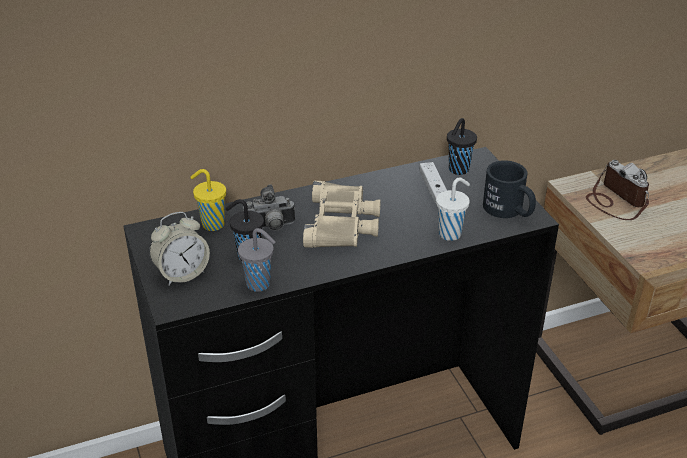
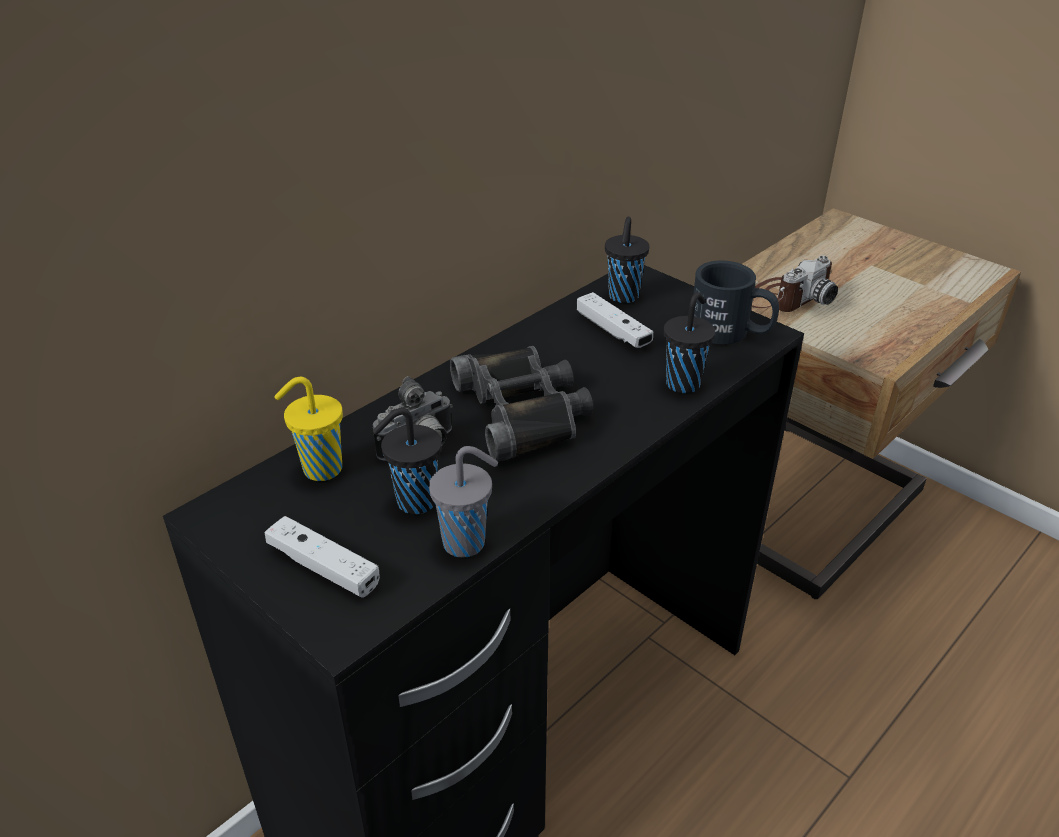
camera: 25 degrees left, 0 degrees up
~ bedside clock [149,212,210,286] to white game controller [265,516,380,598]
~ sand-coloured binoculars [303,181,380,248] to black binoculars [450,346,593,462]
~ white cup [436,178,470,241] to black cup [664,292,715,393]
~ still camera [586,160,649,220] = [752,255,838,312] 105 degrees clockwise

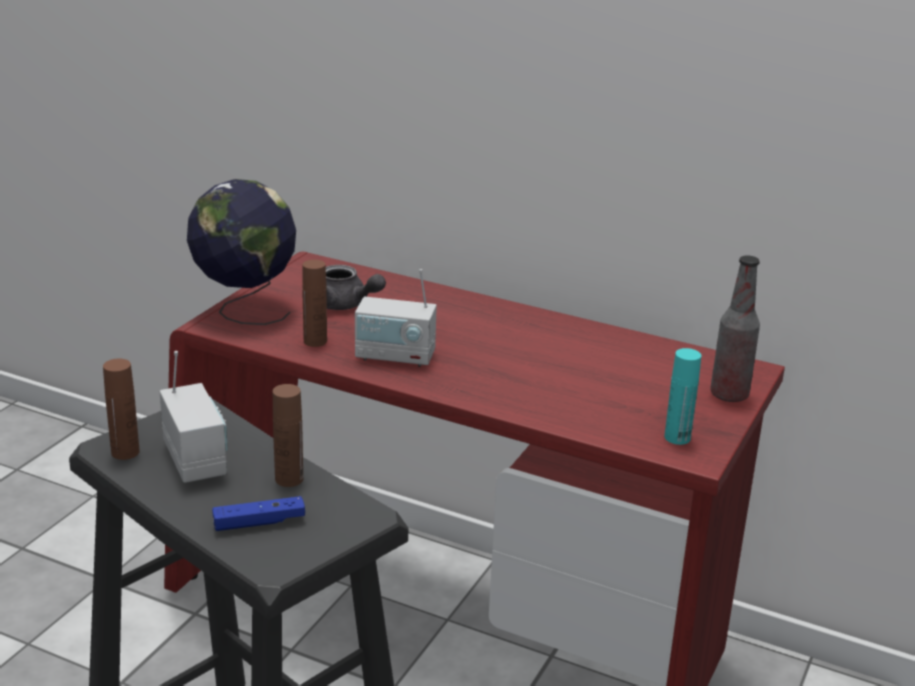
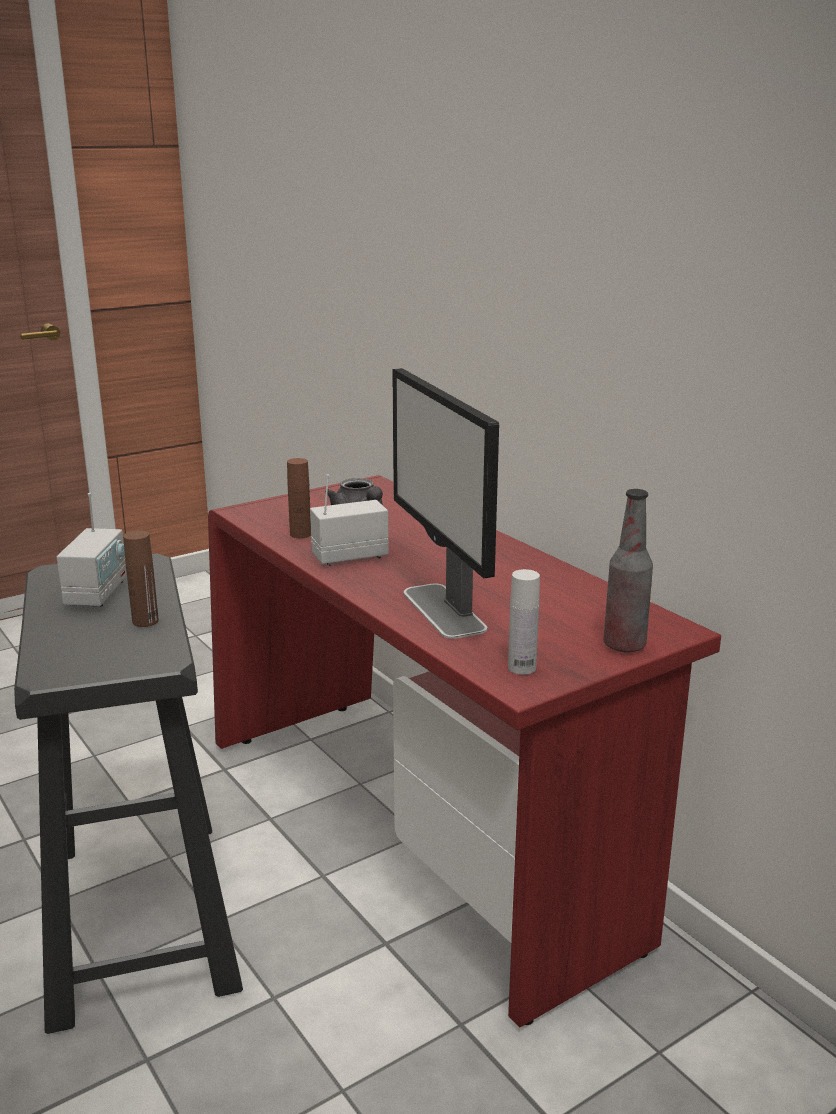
camera: 30 degrees right, 5 degrees down
~ radio set [355,269,437,367] = [310,474,389,566] 120 degrees clockwise
+ computer screen [392,368,499,639]
~ turquoise beverage bottle [664,348,701,445] to white beverage bottle [508,569,540,675]
- brown-coloured beverage bottle [103,359,140,460]
- world globe [187,179,296,325]
- blue game controller [212,496,305,531]

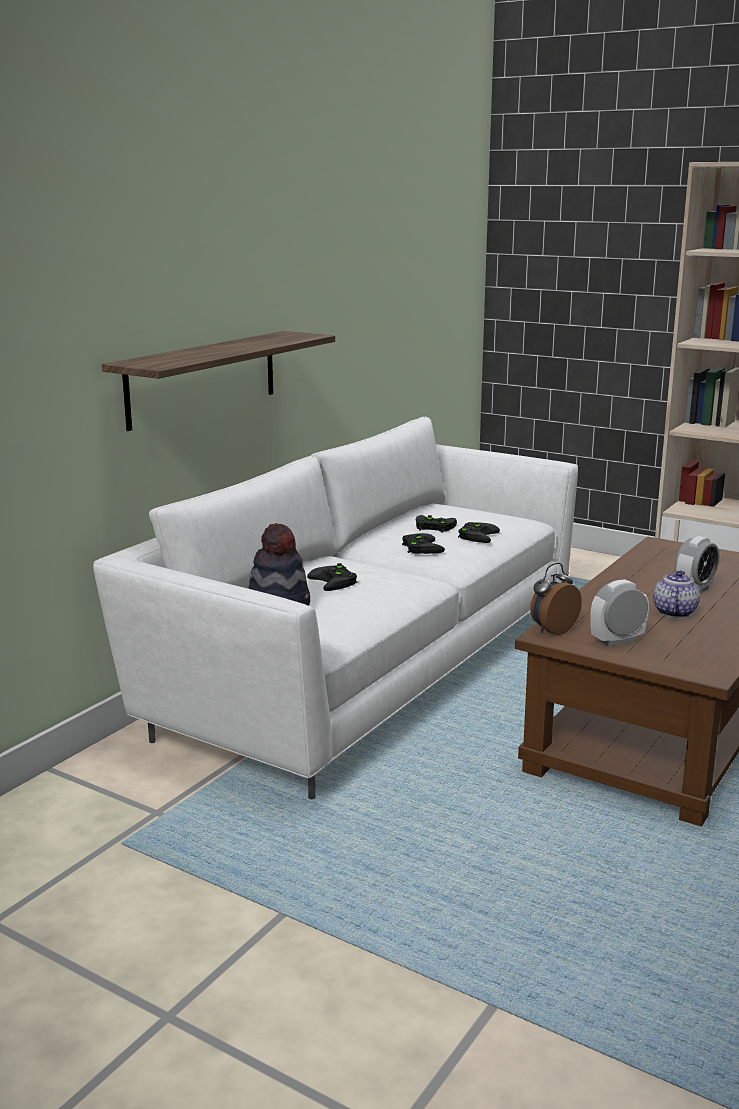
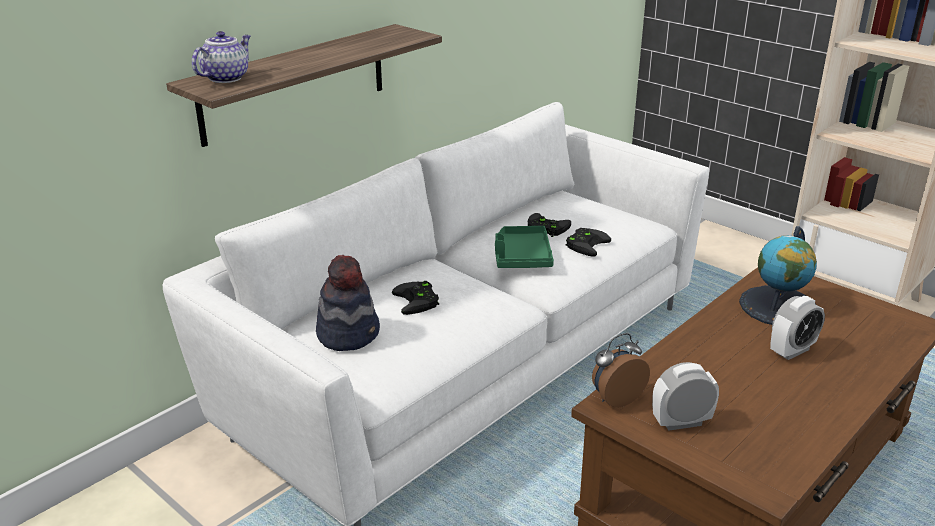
camera: 10 degrees right, 10 degrees up
~ pot for tea [653,571,700,618] to [192,31,251,83]
~ black game controller [402,533,445,554] to greenish serving tray [495,226,554,268]
+ world globe [739,226,817,325]

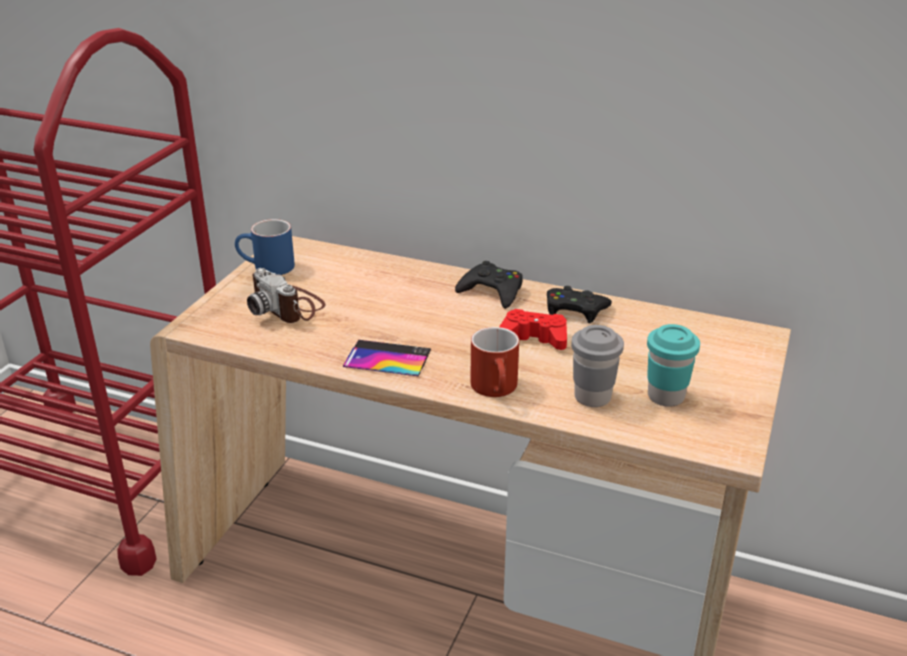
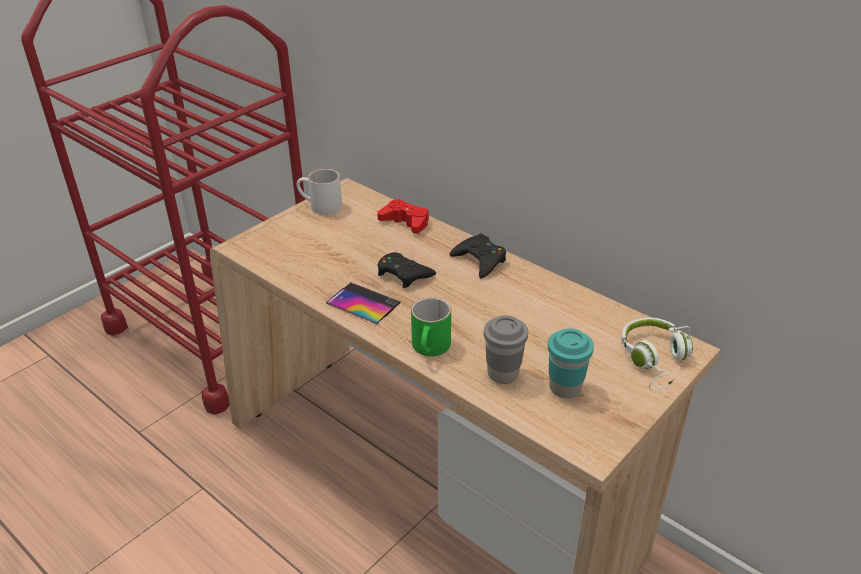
camera: 20 degrees right, 5 degrees up
~ blue mug [235,219,295,275] to white mug [296,169,342,215]
~ red-coloured game controller [499,309,567,350] to [377,199,429,234]
~ black game controller [547,286,612,323] to [377,252,436,288]
~ red-coloured mug [470,327,519,397] to greenish mug [411,297,451,356]
+ white headset [621,318,693,390]
- still camera [247,268,325,323]

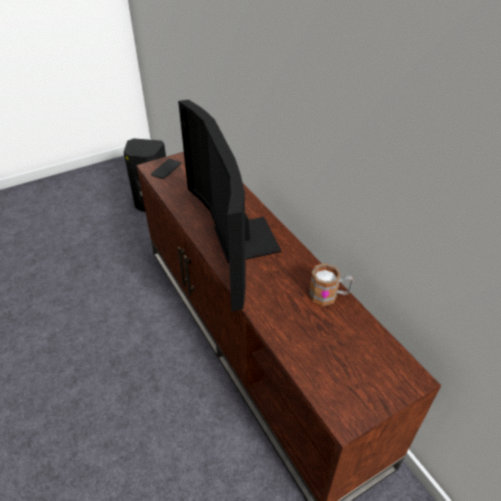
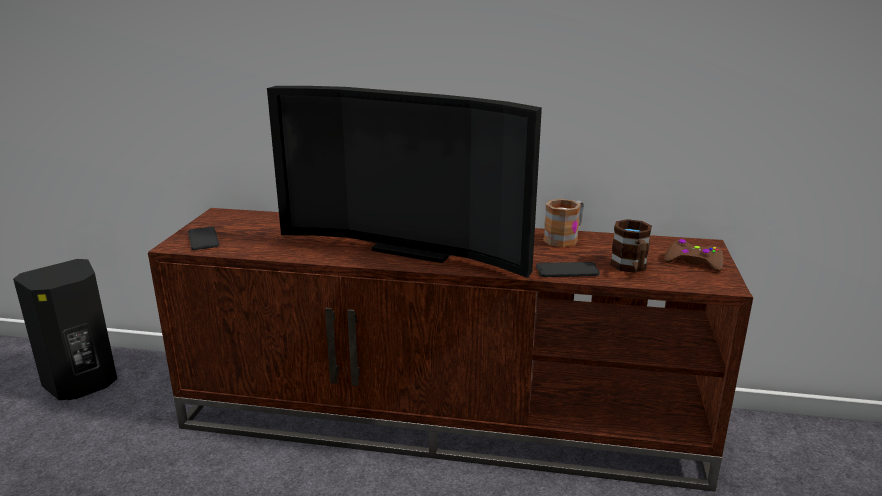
camera: 50 degrees left, 20 degrees down
+ handset [536,262,600,277]
+ brown-coloured mug [610,219,652,273]
+ brown-coloured game controller [665,239,723,272]

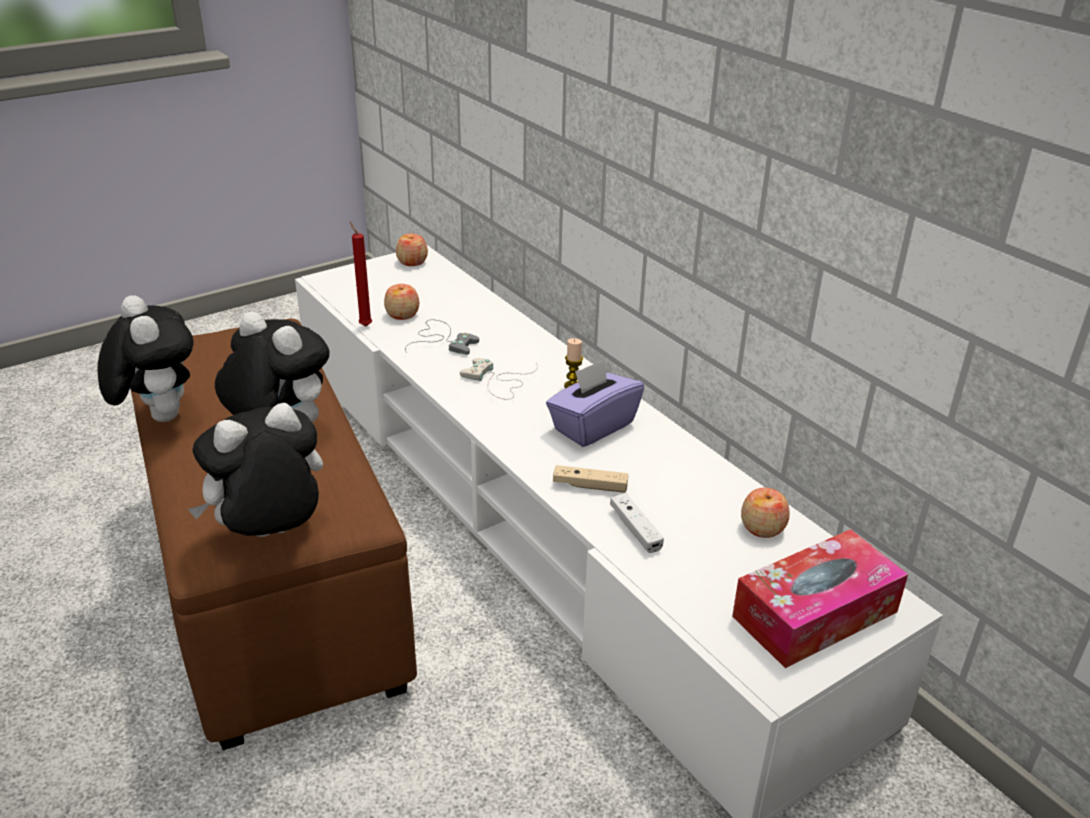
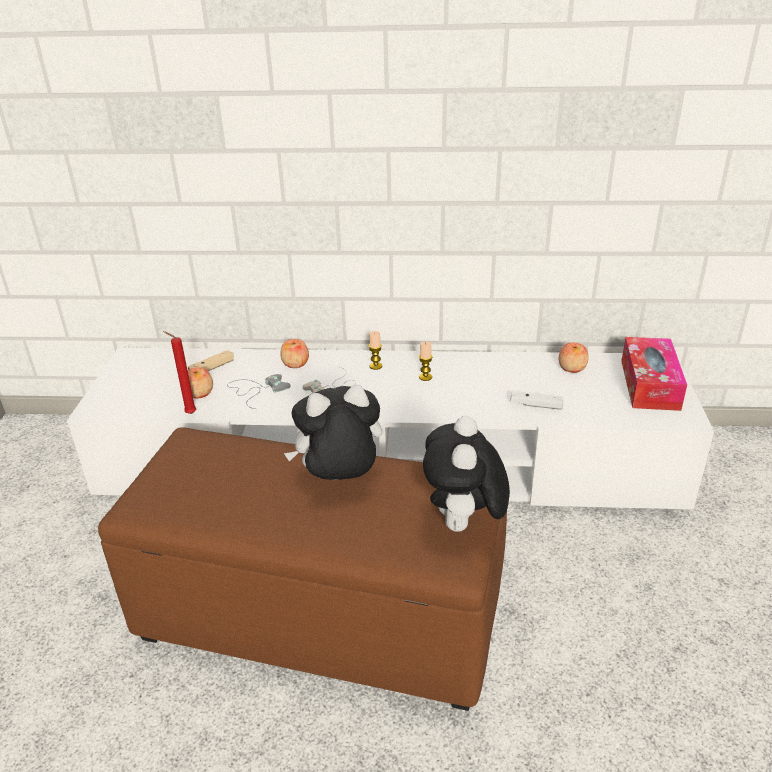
camera: 50 degrees left, 0 degrees up
~ sand-coloured game controller [553,465,629,493] to [188,350,234,371]
~ apple [396,233,428,266] to [280,339,309,368]
~ purple tissue holder [546,359,644,447] to candle [419,342,433,381]
- plush toy [97,295,194,422]

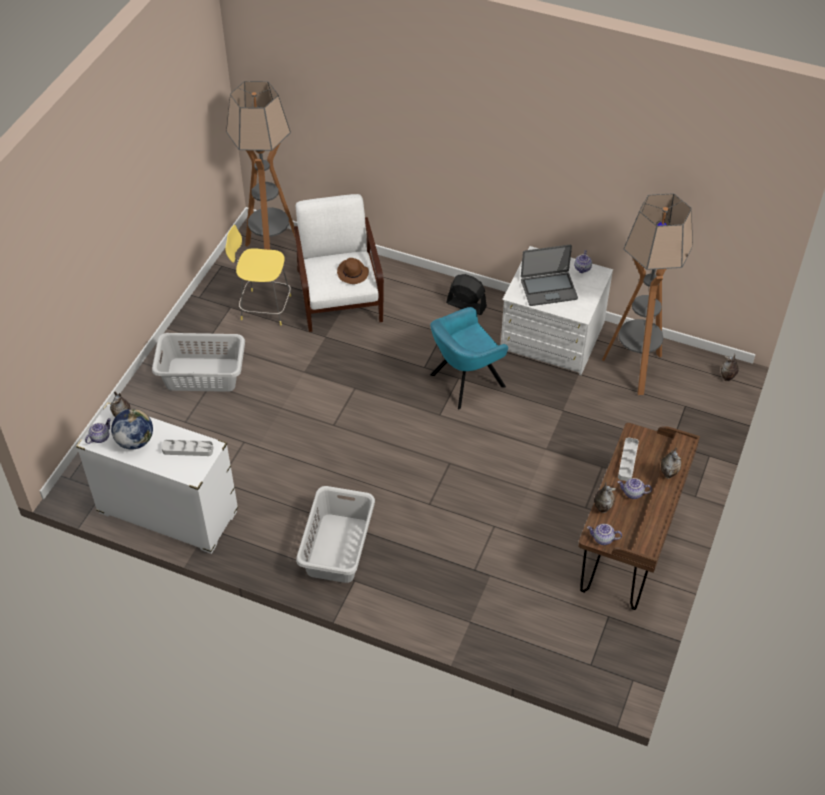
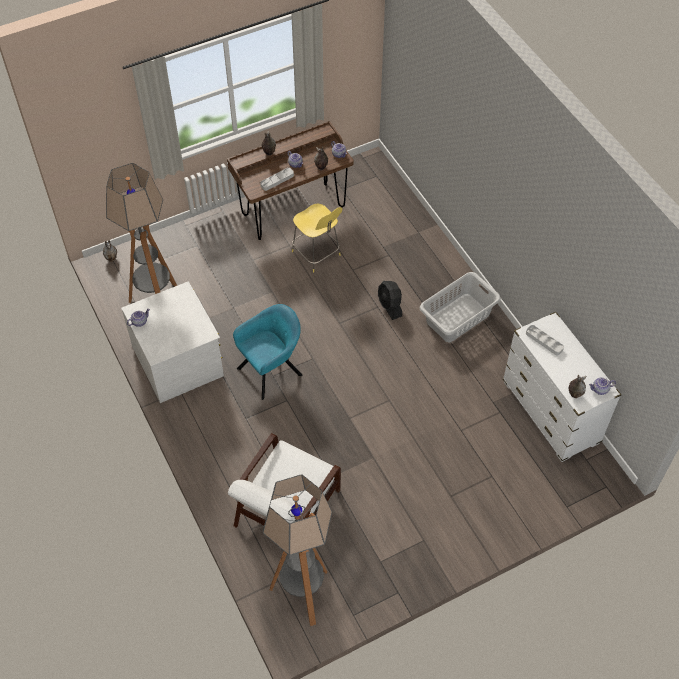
camera: 140 degrees left, 5 degrees up
~ turquoise lounge chair [430,307,508,409] = [233,304,303,400] 45 degrees counterclockwise
~ yellow stool [225,224,291,326] to [292,204,342,273]
~ black electric fan [446,274,487,315] to [378,281,402,320]
- world globe [111,409,153,450]
- grey washing basket [152,333,245,392]
- brown-coloured wearable hat [337,258,369,284]
- laptop [521,245,578,306]

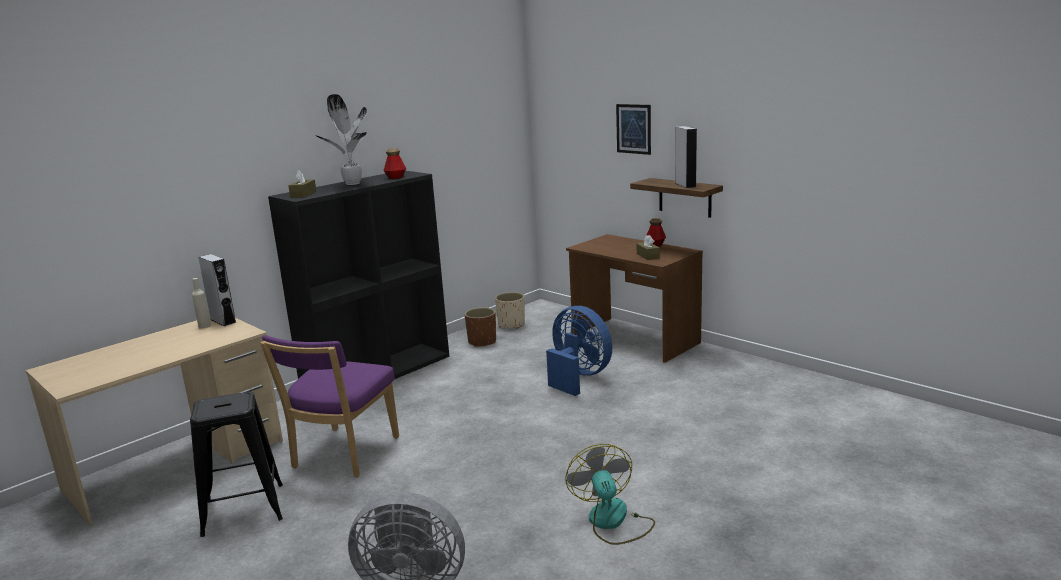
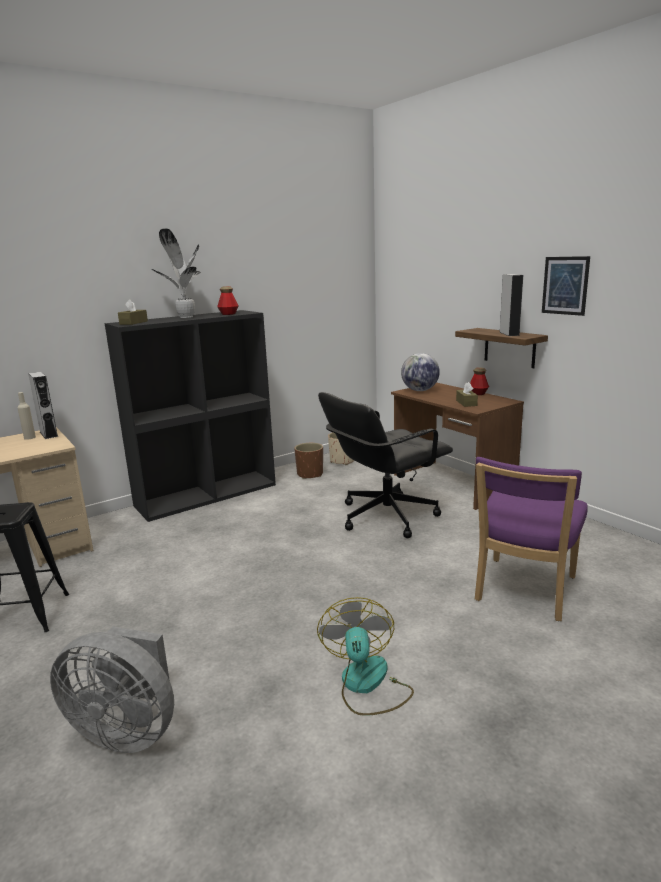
camera: 10 degrees right, 0 degrees up
~ blue electric fan [546,306,612,396] to black office chair [318,392,453,538]
+ world globe [401,353,440,391]
~ purple upright chair [260,335,399,477] to [475,457,588,621]
~ wall picture [616,104,651,155] to [542,256,590,316]

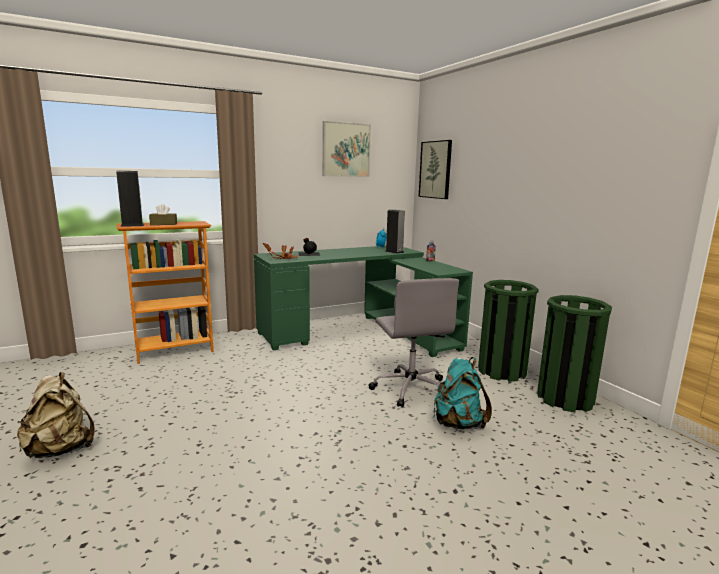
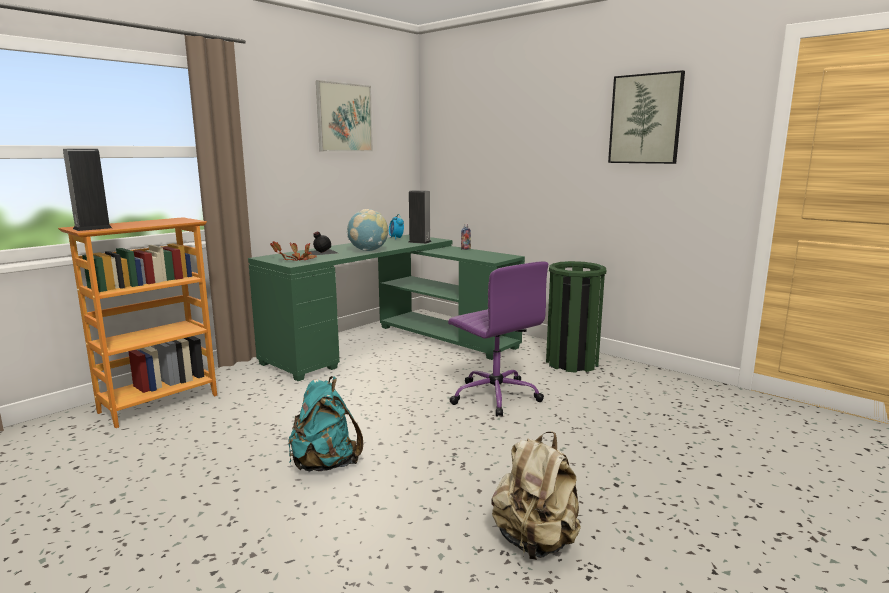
camera: 20 degrees left, 0 degrees up
~ turquoise knapsack [433,357,492,429] to [288,376,363,471]
+ world globe [347,209,388,251]
~ grey office chair [369,278,459,407] to purple office chair [448,262,548,417]
~ sand-coloured knapsack [17,372,95,458] to [492,431,581,560]
~ wall picture [419,140,452,199] to [608,70,685,164]
- brown-coloured tissue holder [149,204,177,225]
- greenish waste bin [537,295,612,412]

